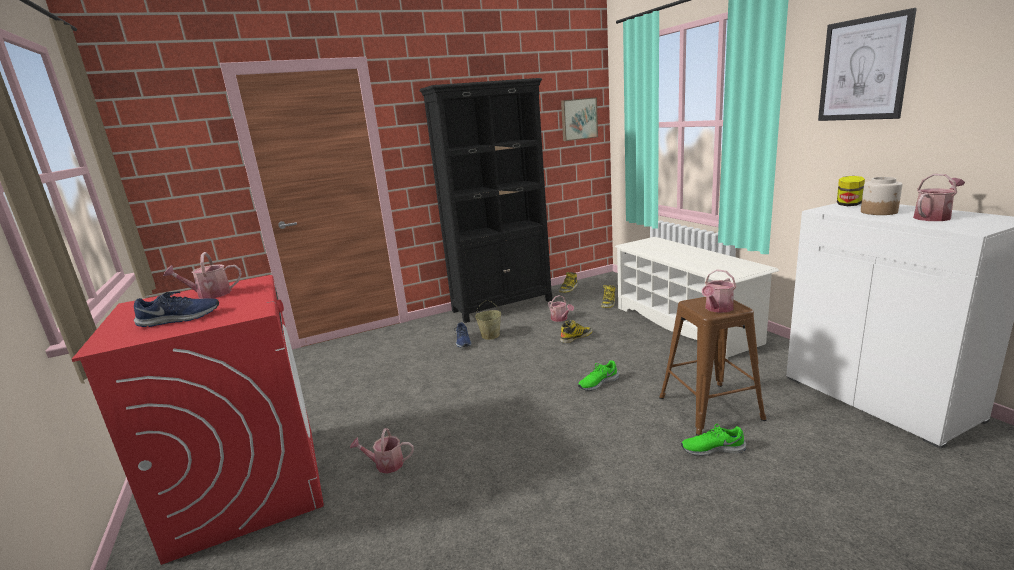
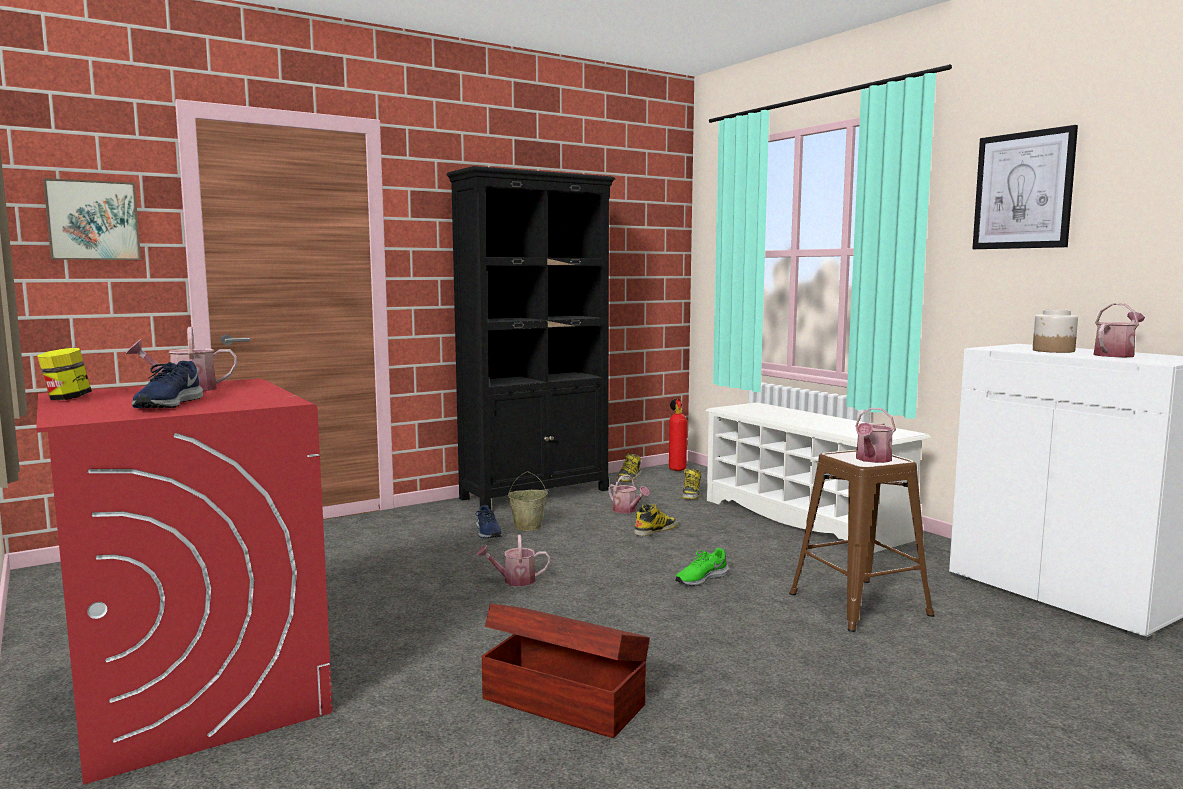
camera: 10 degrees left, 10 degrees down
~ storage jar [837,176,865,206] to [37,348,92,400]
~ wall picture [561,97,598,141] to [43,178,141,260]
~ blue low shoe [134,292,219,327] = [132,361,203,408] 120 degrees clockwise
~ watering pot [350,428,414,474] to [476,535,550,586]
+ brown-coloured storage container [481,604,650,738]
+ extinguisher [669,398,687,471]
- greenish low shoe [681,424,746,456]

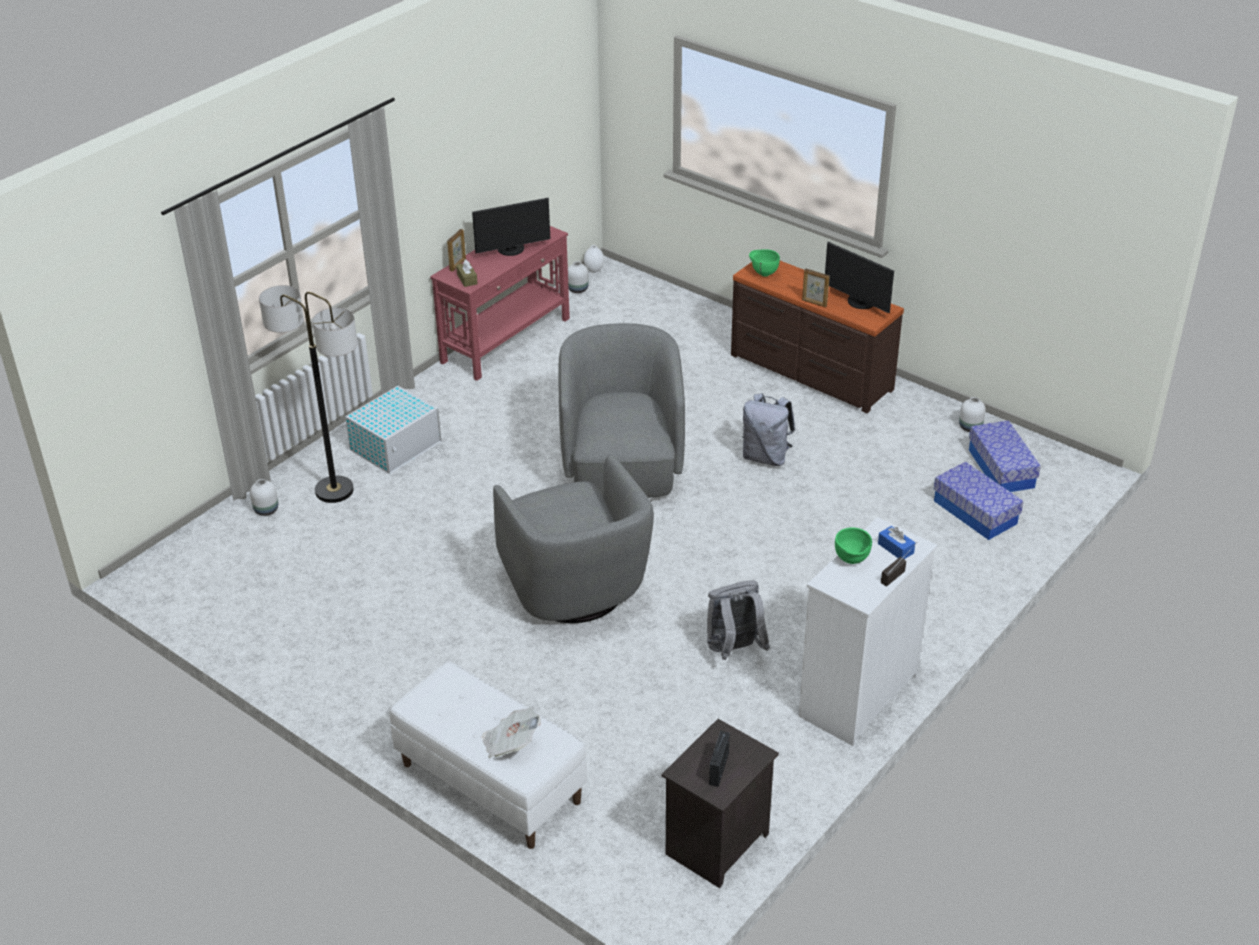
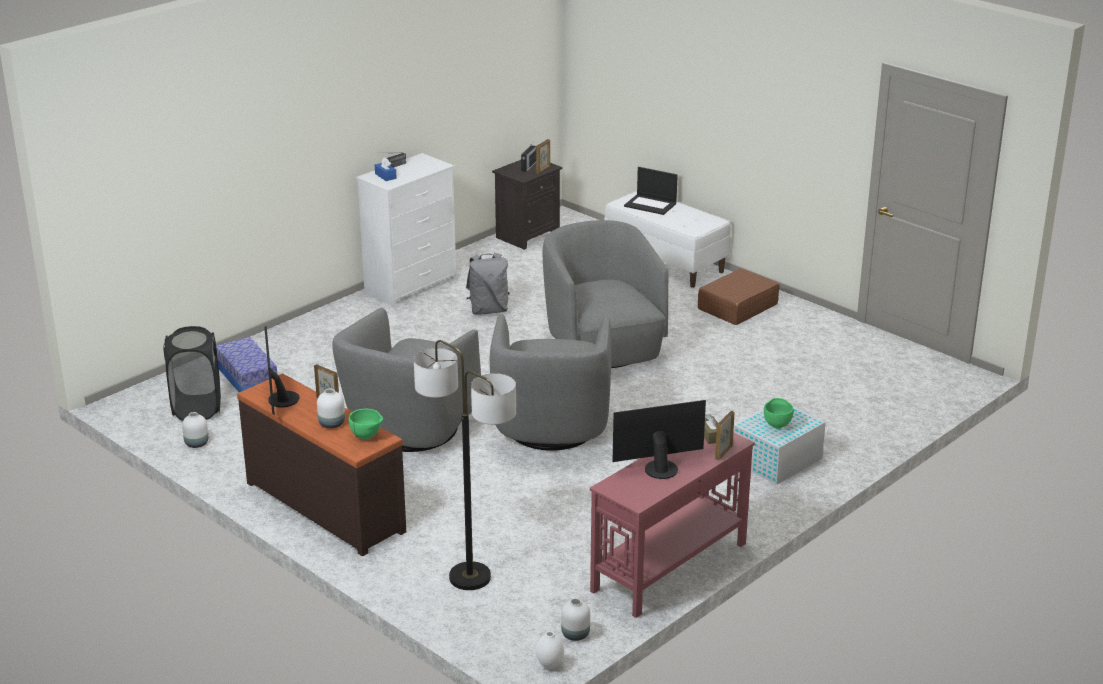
camera: 175 degrees left, 10 degrees down
~ storage container [969,420,1041,492] to black washing basket [164,326,221,421]
~ computer screen [825,242,894,313] = [264,326,300,415] 150 degrees counterclockwise
~ white flower vase [250,479,278,516] to [317,388,345,428]
~ grey knapsack [742,393,795,466] to grey lounge chair [332,308,481,452]
~ standard lamp [259,285,358,503] to [414,340,516,590]
+ picture frame [536,139,550,174]
~ daily paper [482,707,541,758] to laptop [624,167,678,215]
+ brown-coloured piece of luggage [698,268,779,325]
~ greenish serving bowl [835,528,872,564] to [764,398,794,429]

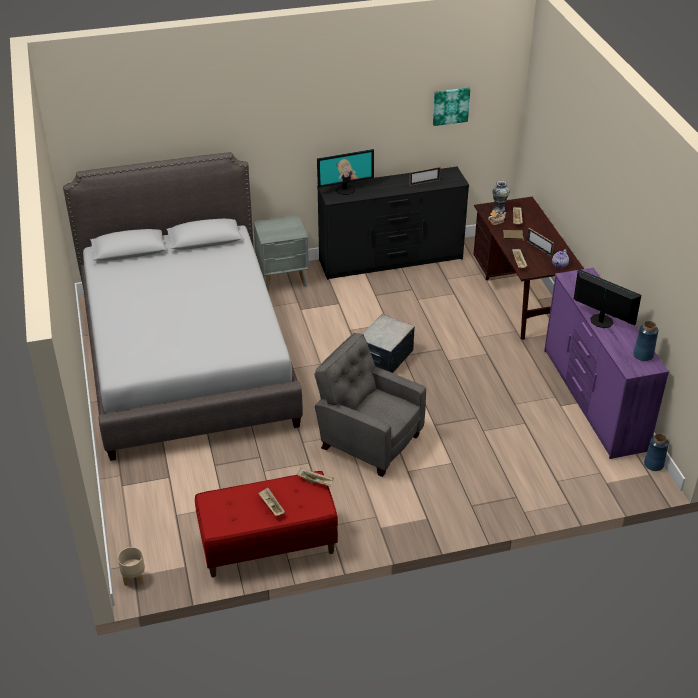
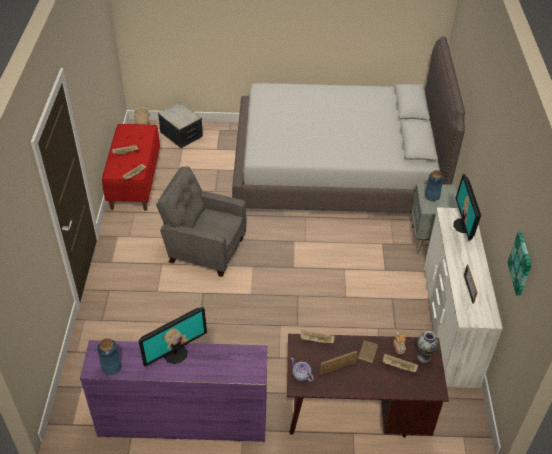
camera: 105 degrees right, 5 degrees up
~ grey lounge chair [314,333,426,477] = [156,166,246,277] 120 degrees counterclockwise
~ storage container [363,314,415,373] to [158,103,203,148]
~ black drawer chest [317,167,469,280] to white drawer chest [423,207,503,388]
~ blue flower vase [644,434,669,471] to [424,170,444,201]

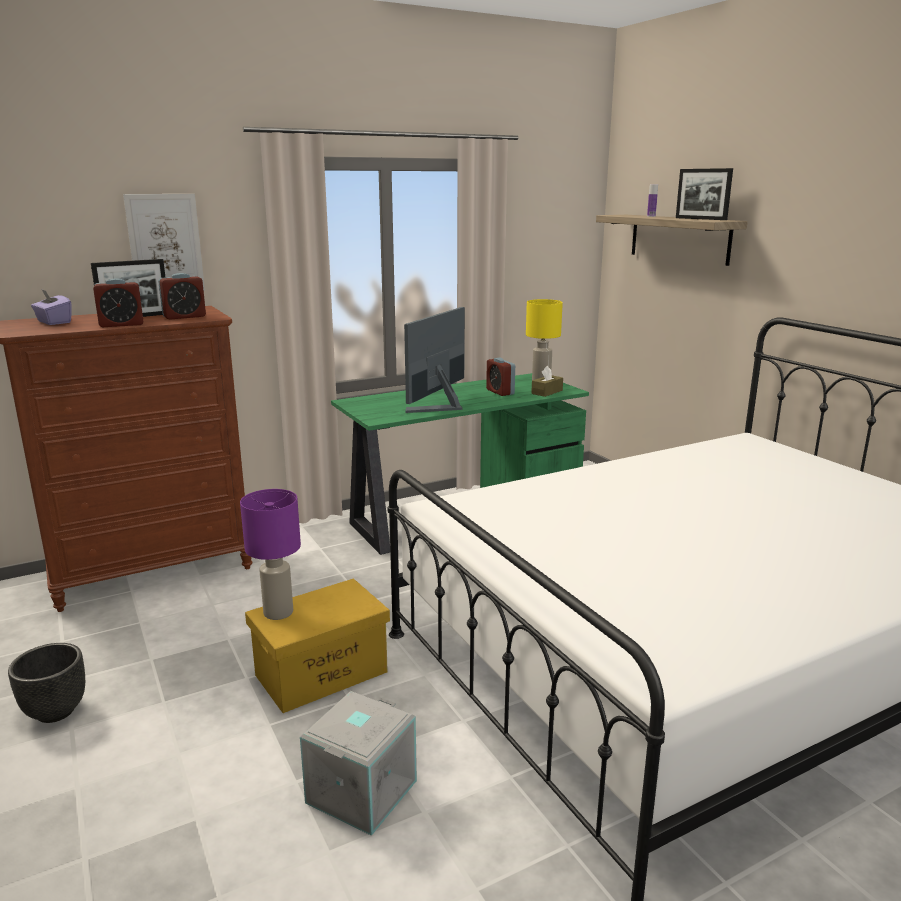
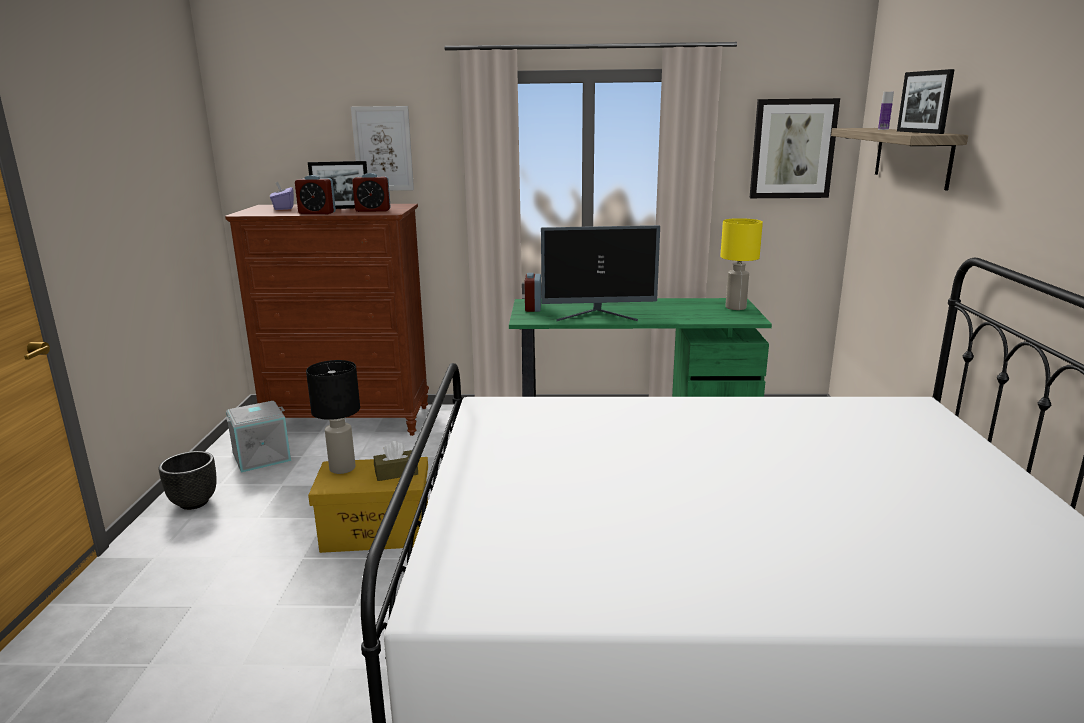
camera: 30 degrees right, 0 degrees up
~ grey storage container [300,691,417,836] to [226,401,291,473]
~ purple table lamp [240,489,301,620] to black table lamp [306,360,360,474]
~ brown-coloured tissue holder [531,366,563,397] to [374,441,418,481]
~ bedside clock [486,358,515,396] to [525,273,541,312]
~ computer screen [404,307,465,413] = [541,225,660,322] 150 degrees counterclockwise
+ wall picture [750,98,840,198]

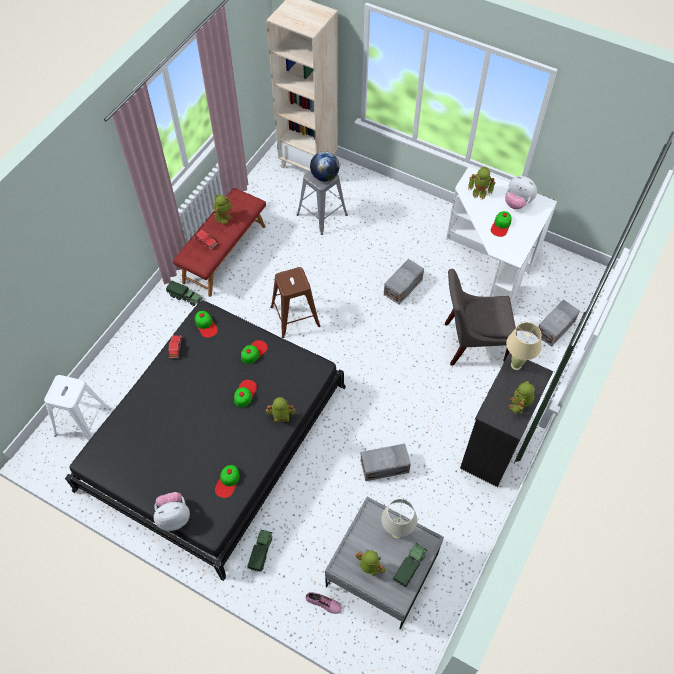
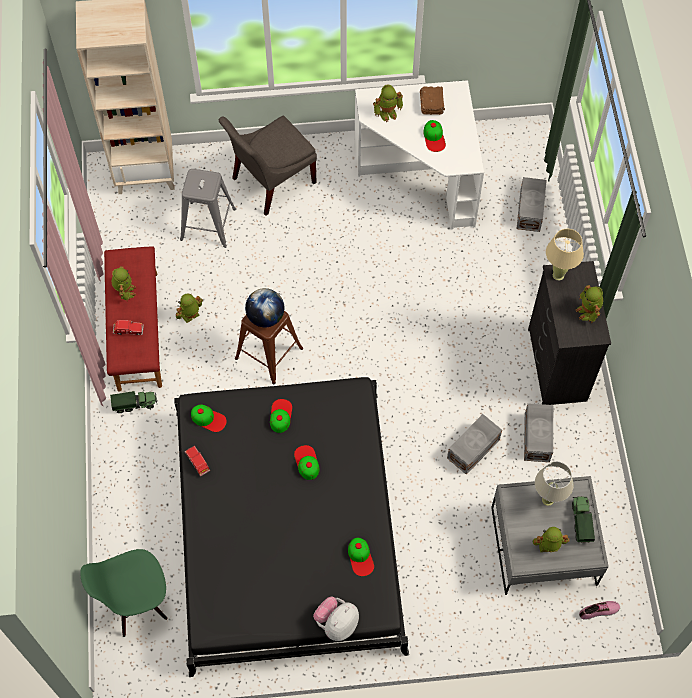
camera: 35 degrees left, 5 degrees up
~ white stool [44,375,112,441] to greenish upright chair [80,549,167,637]
~ robot figure [266,397,296,422] to [176,294,203,323]
~ grey upright chair [445,269,517,366] to [219,116,317,216]
~ world globe [310,151,339,181] to [245,288,284,327]
~ plush toy [505,176,537,209] to brown-coloured book [420,86,445,115]
~ grey storage container [384,259,424,305] to [524,403,553,462]
~ low shoe [306,592,342,614] to [579,601,620,620]
- model truck [247,530,273,572]

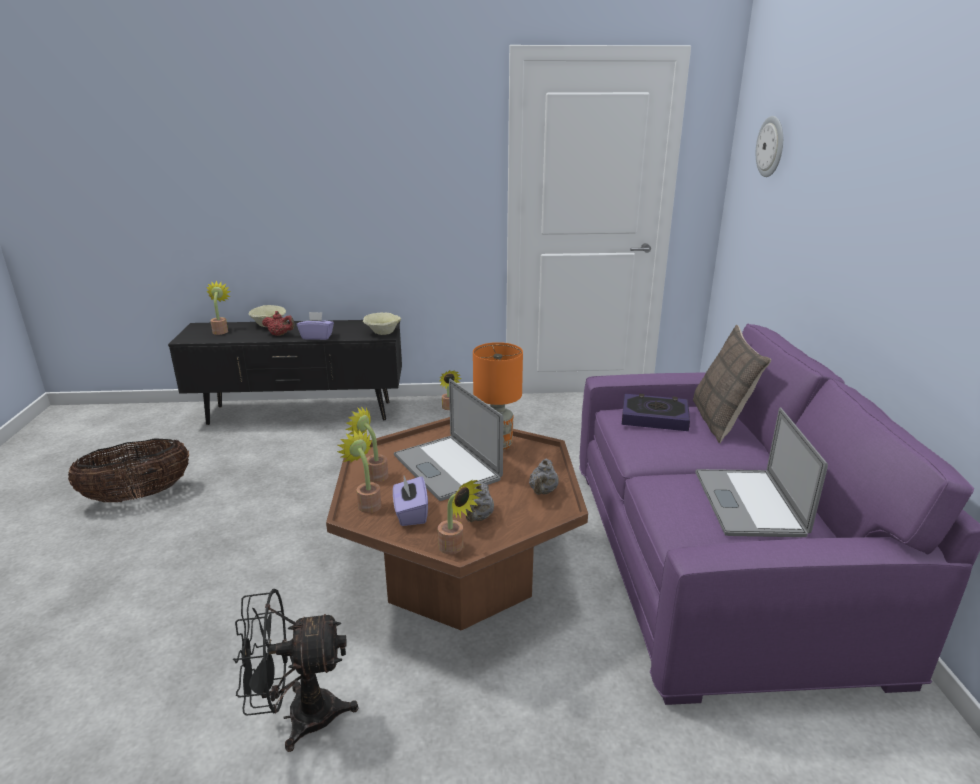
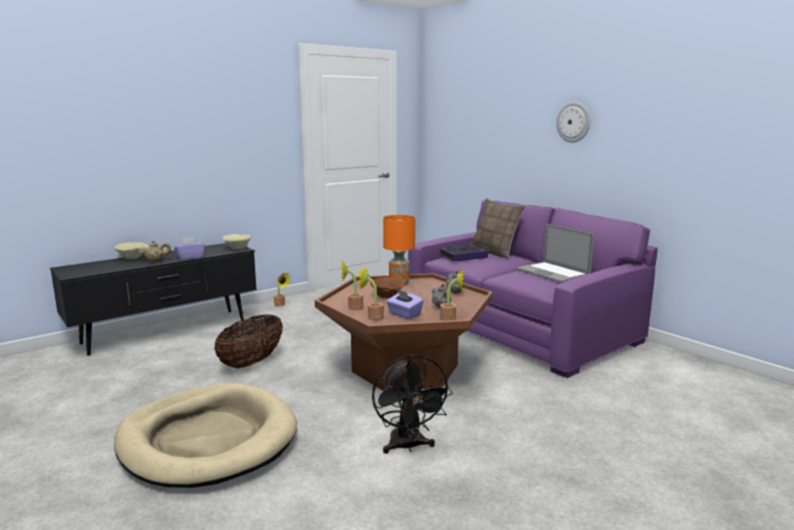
camera: 35 degrees left, 10 degrees down
+ sand-coloured dog bed [114,383,297,488]
~ red-coloured pot for tea [262,311,295,336] to sand-coloured pot for tea [138,240,171,262]
~ storage basket [68,438,189,502] to [214,314,283,368]
~ laptop [394,379,503,501] to brown-coloured serving bowl [370,277,405,298]
~ black electric fan [233,589,358,752] = [372,355,453,454] 60 degrees counterclockwise
~ wall clock [756,116,783,177] to [556,102,590,143]
- potted plant [206,281,231,335]

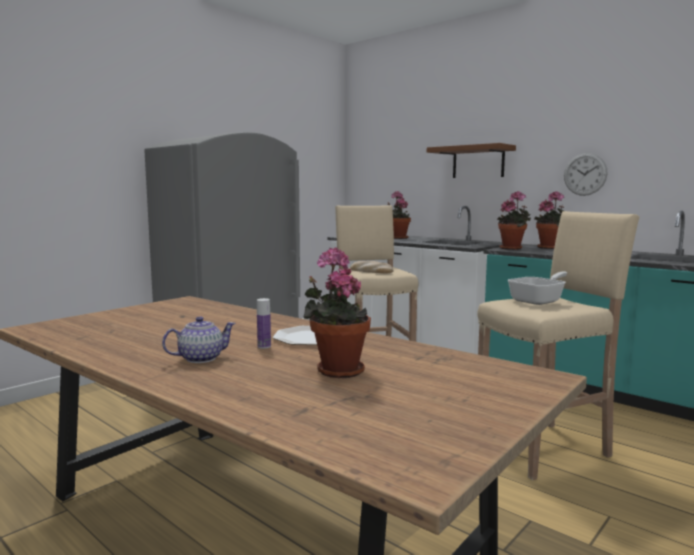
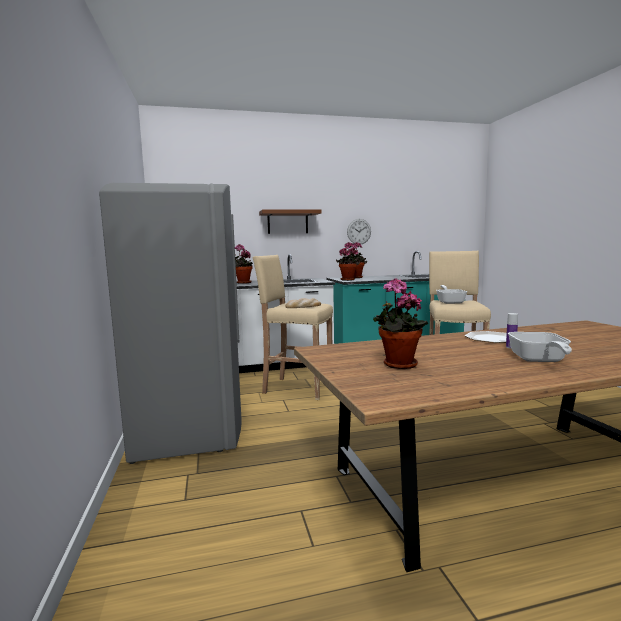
camera: 55 degrees left, 0 degrees up
~ potted plant [304,247,371,378] to [373,278,428,369]
~ pot for tea [162,316,236,363] to pan [508,332,572,362]

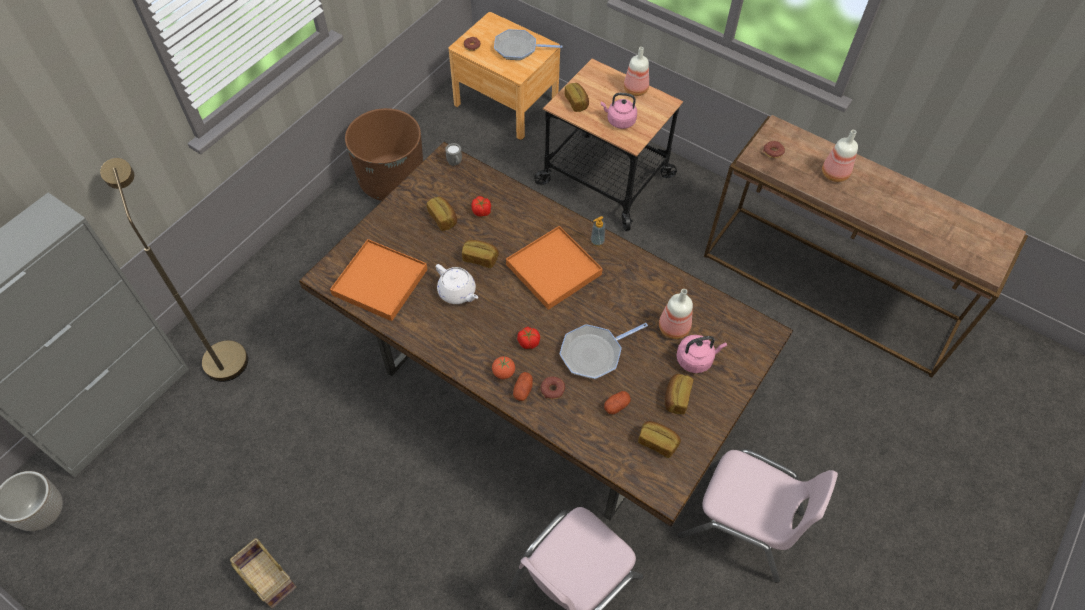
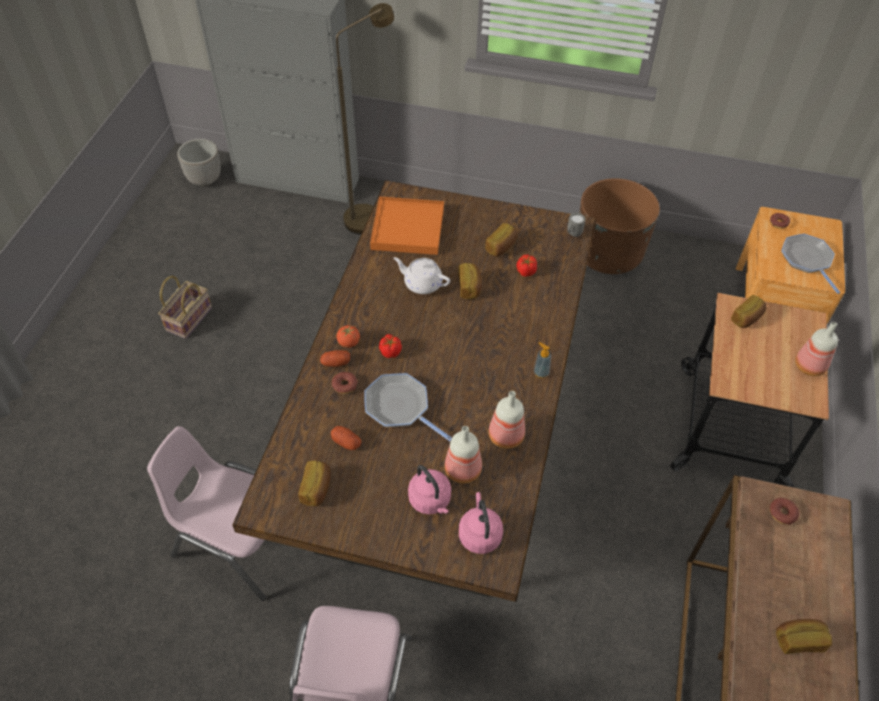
camera: 70 degrees right, 5 degrees down
~ white pot for tea [436,264,478,304] = [393,257,450,294] 90 degrees clockwise
~ pink tea kettle [601,93,637,129] to [459,492,503,554]
~ beverage bottle [822,130,858,182] to [489,391,525,449]
~ baked bread [665,374,693,414] to [776,619,832,654]
- orange-coloured serving tray [506,226,602,310]

